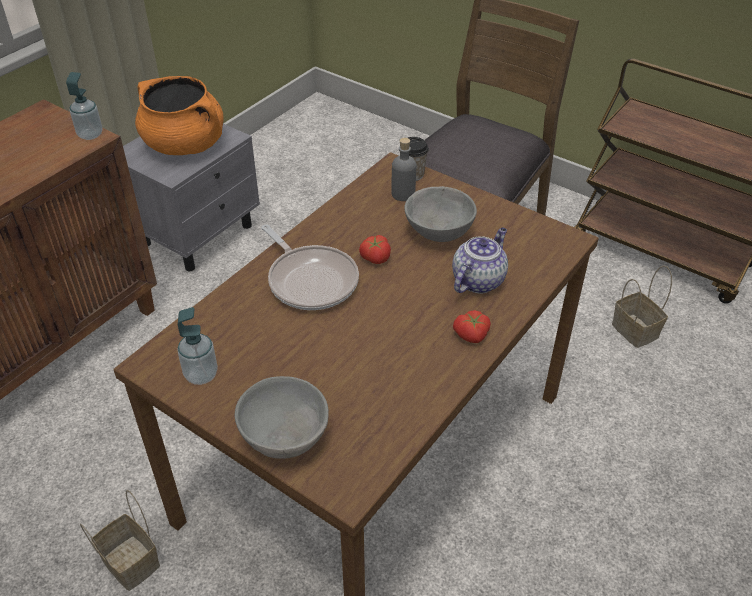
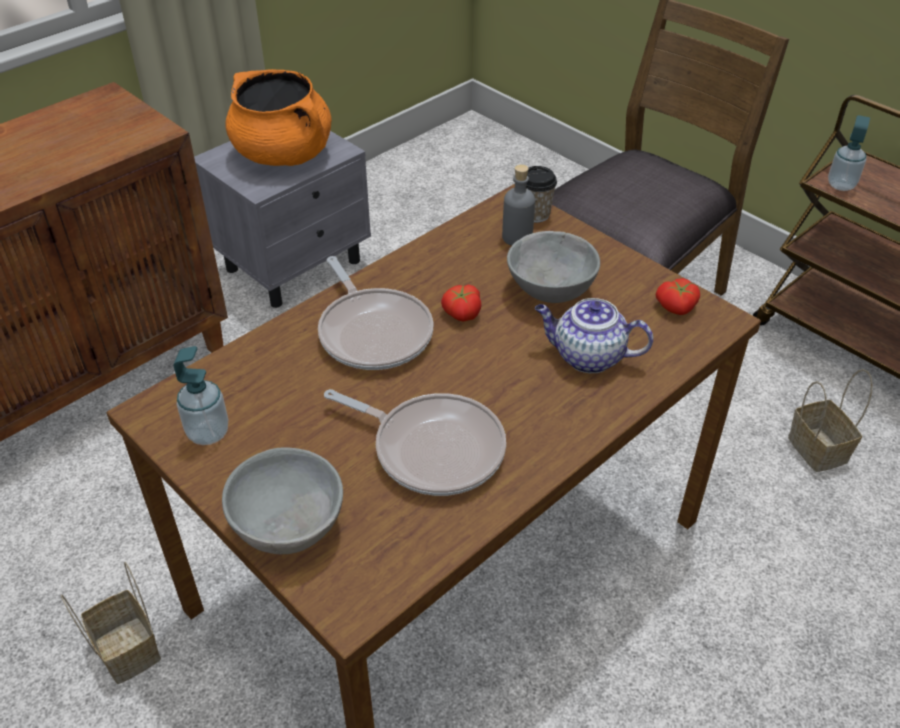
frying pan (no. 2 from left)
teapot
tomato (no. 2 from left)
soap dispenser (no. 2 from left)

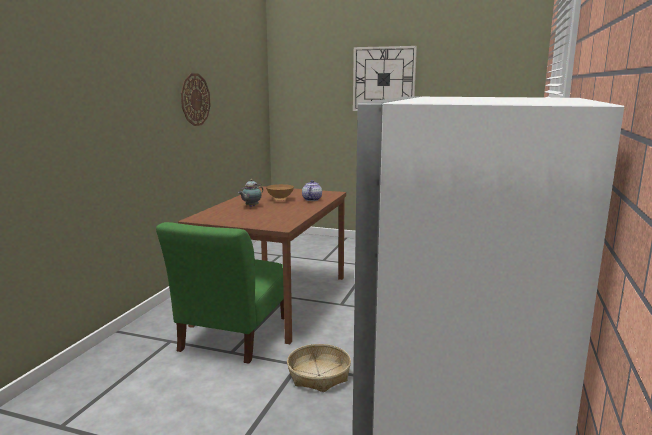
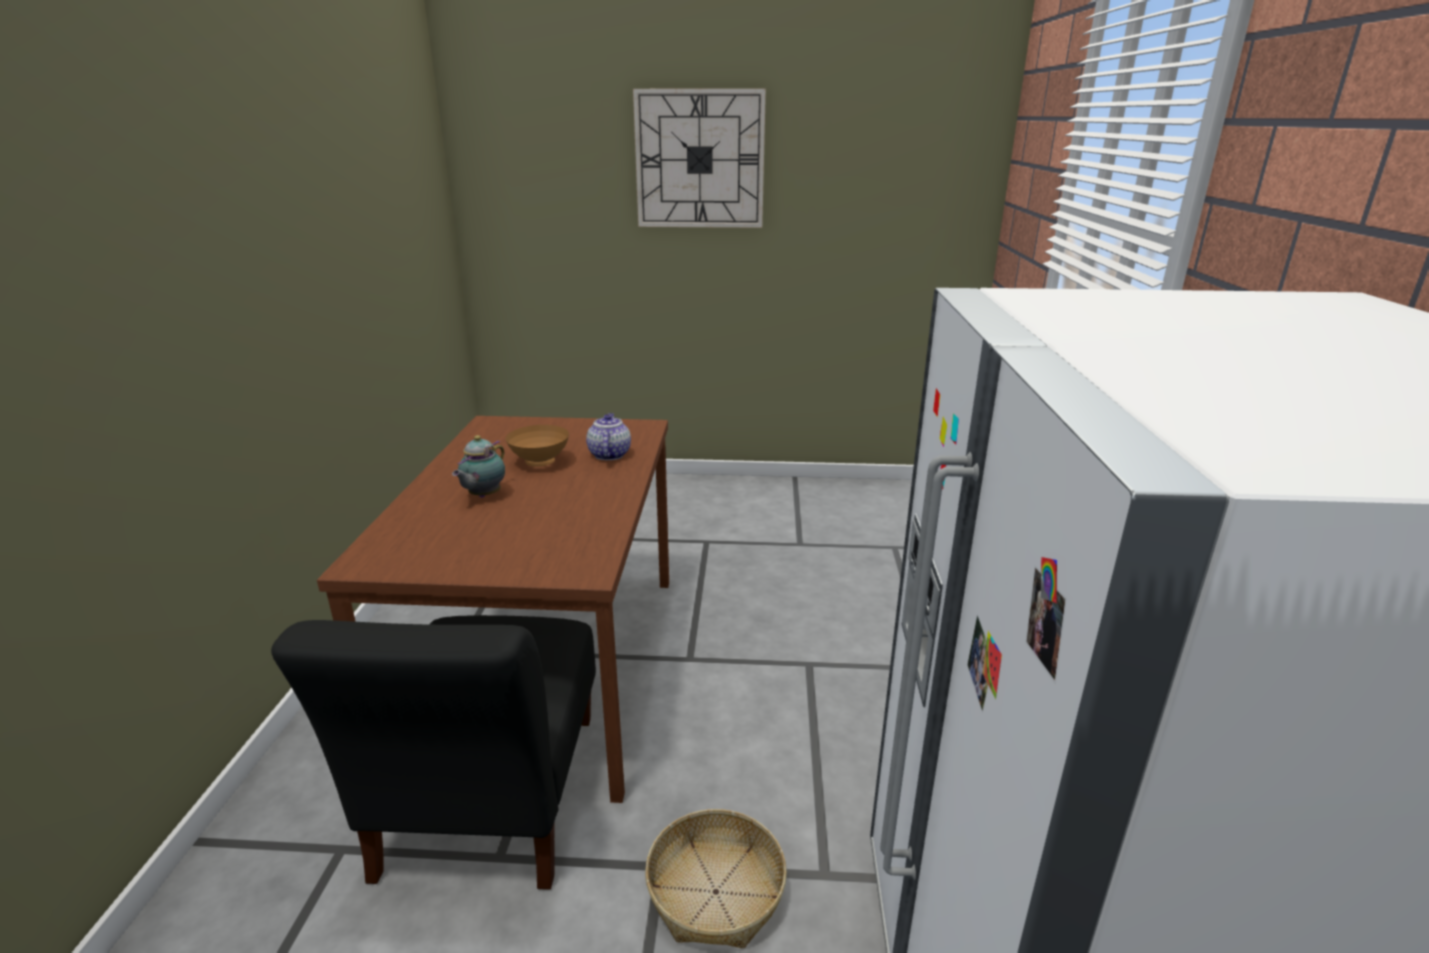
chair (black)
wall clock (no. 1 from left in the first image)

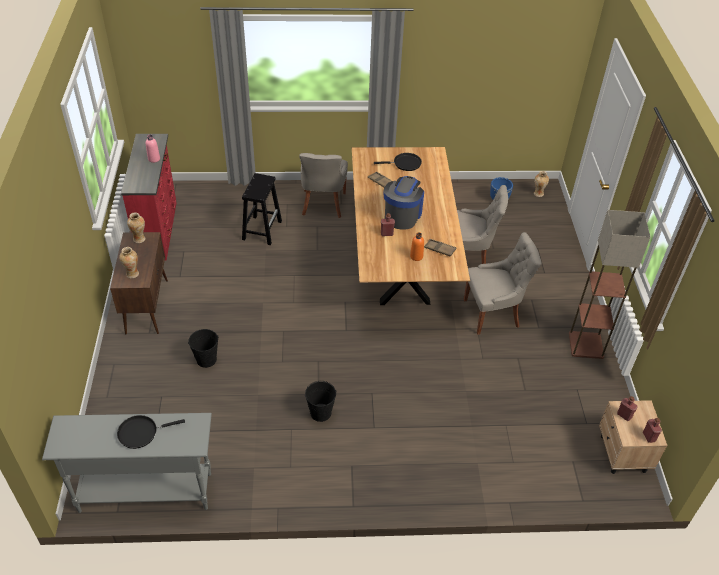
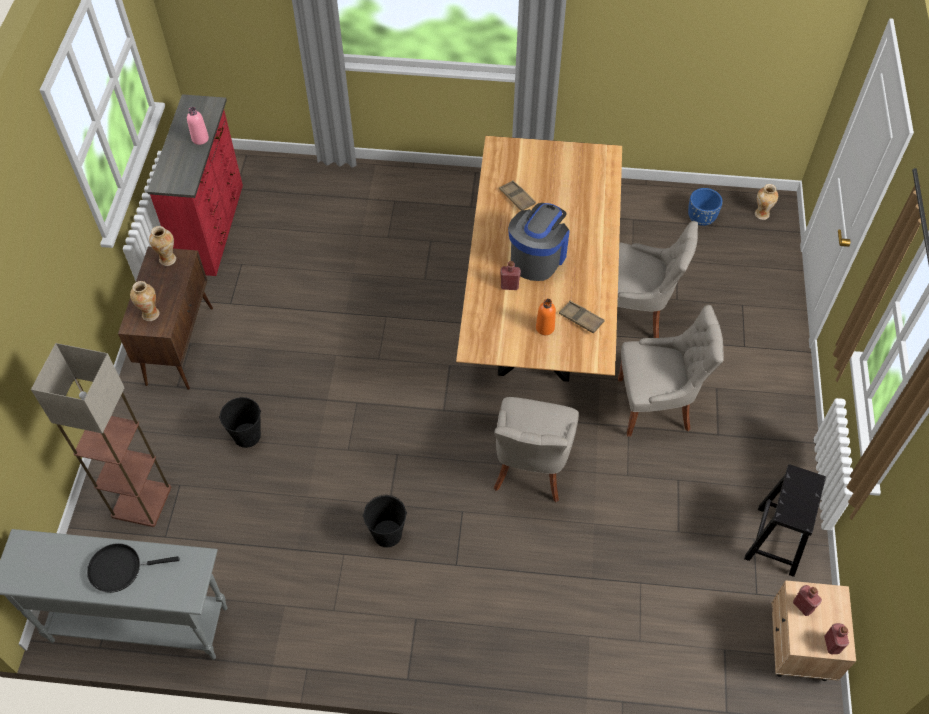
floor lamp
chair (grey) (no. 1 from left)
stool (black)
frying pan (black) (no. 2 from left in the first image)

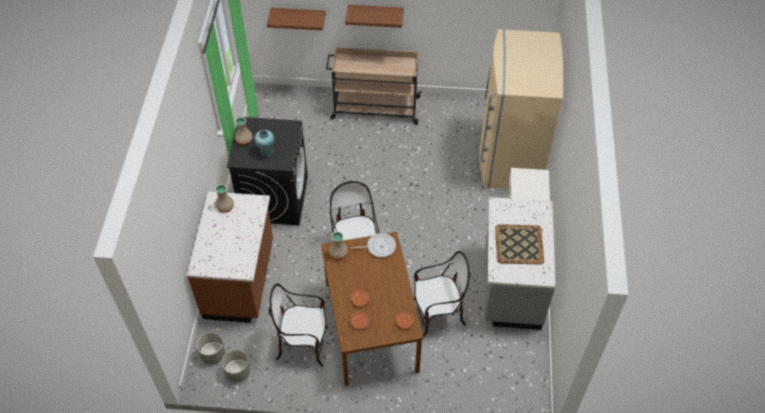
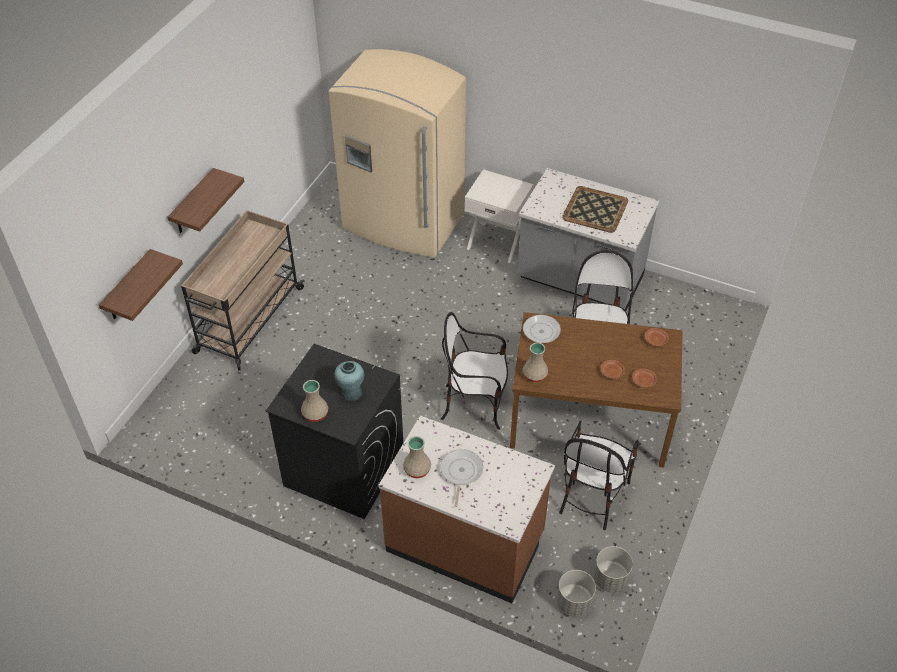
frying pan (no. 1 from left)

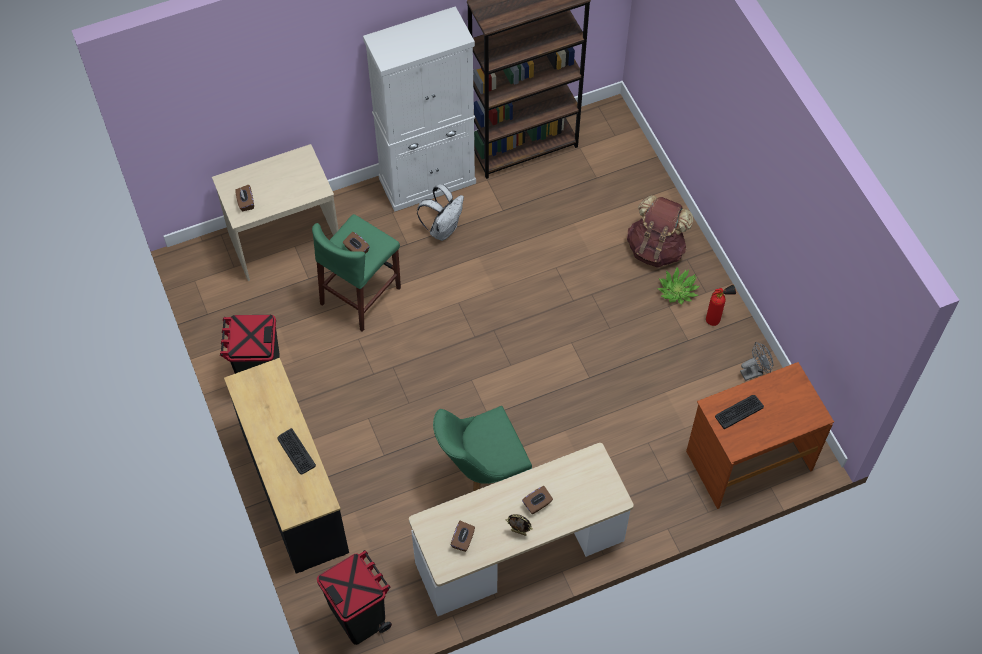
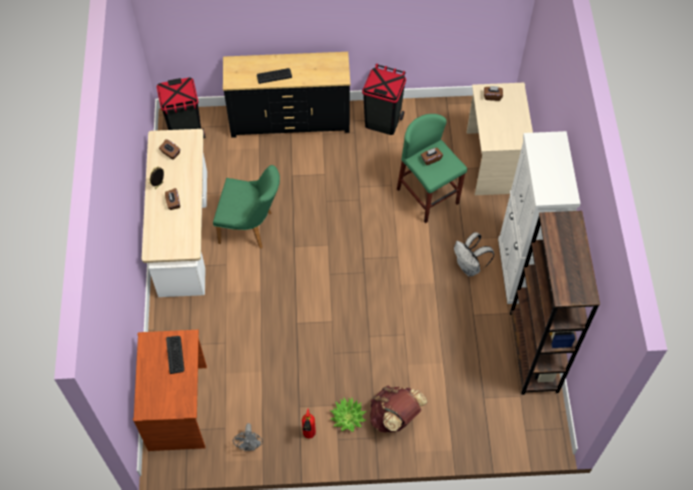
chair (green)

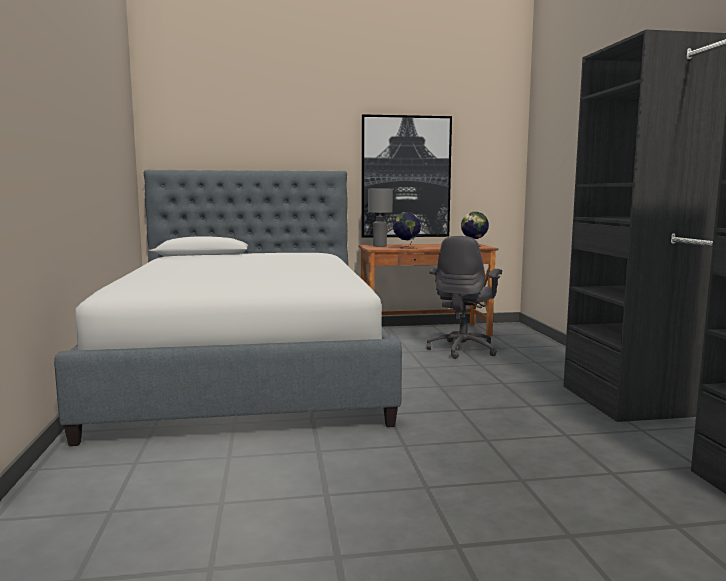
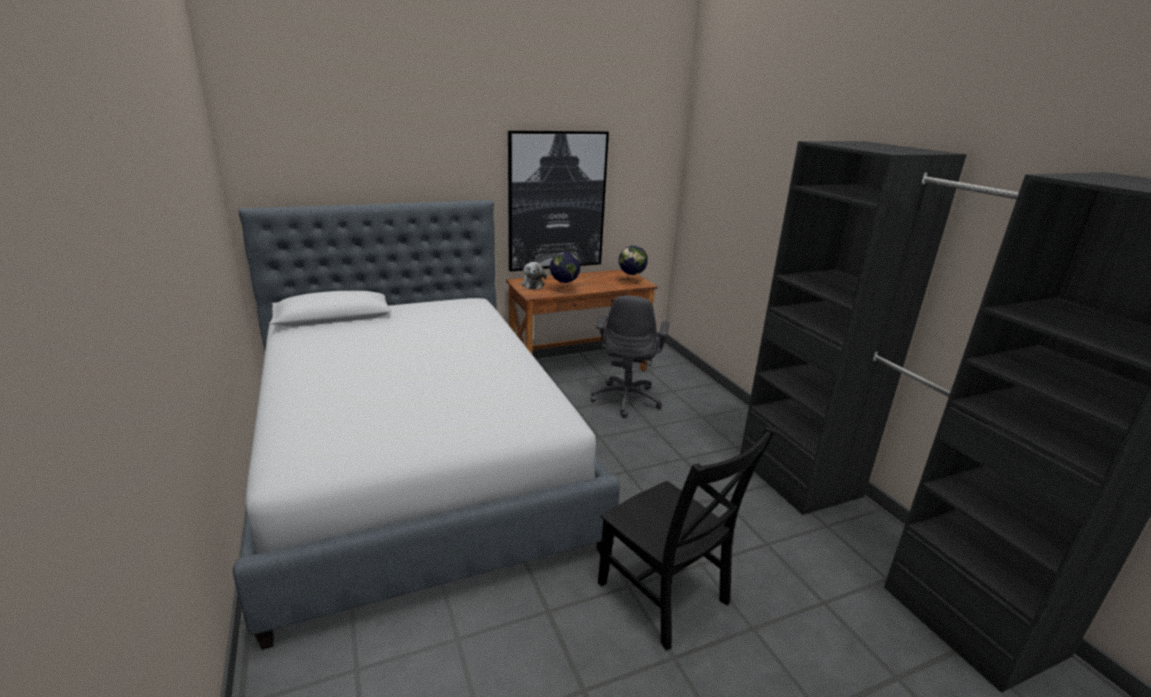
plush toy
chair (black)

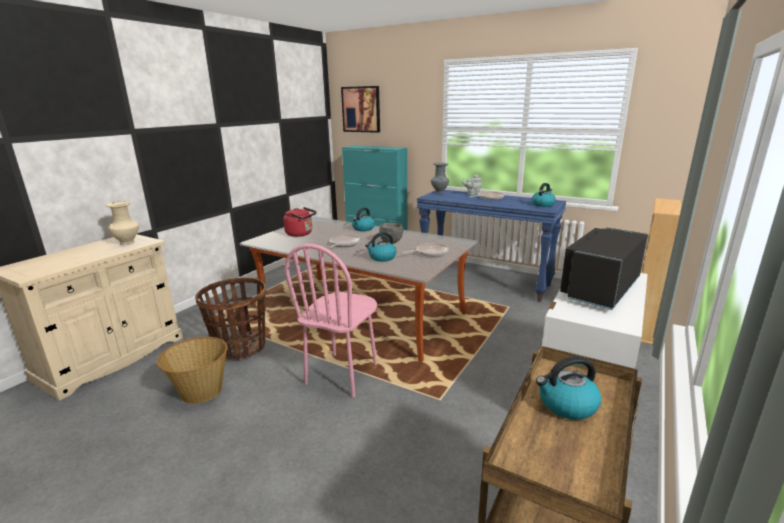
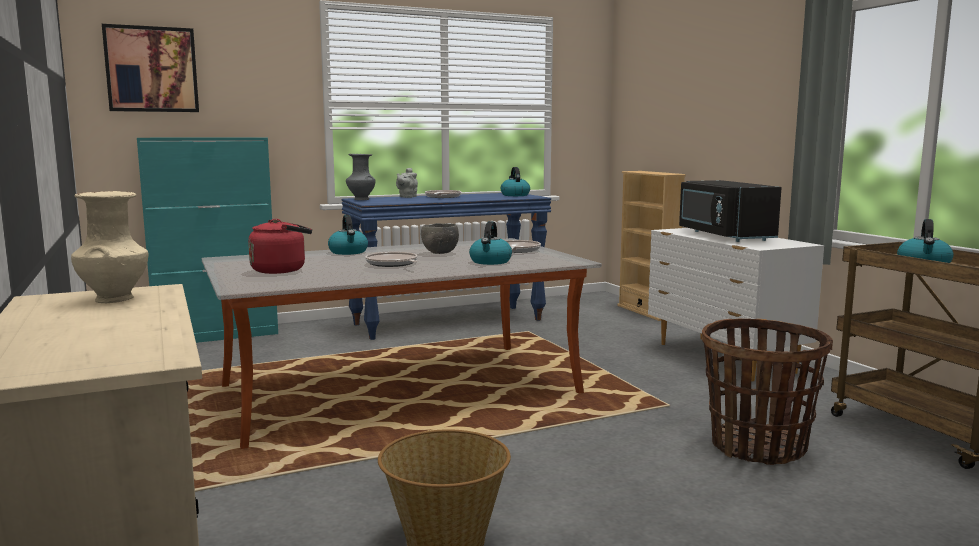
basket (no. 2 from left)
chair (pink)

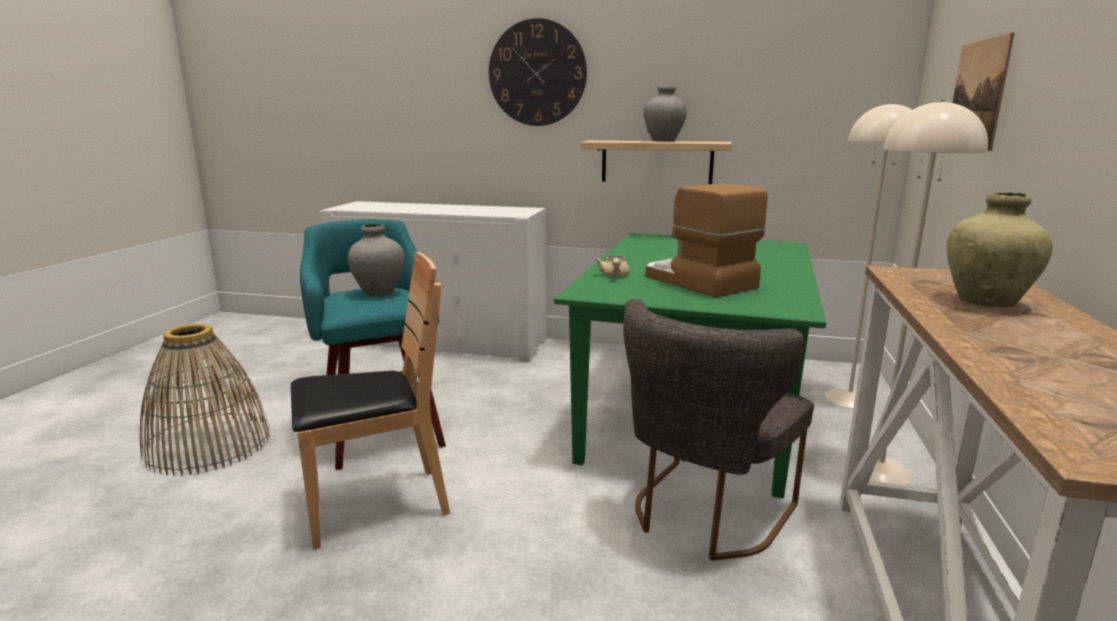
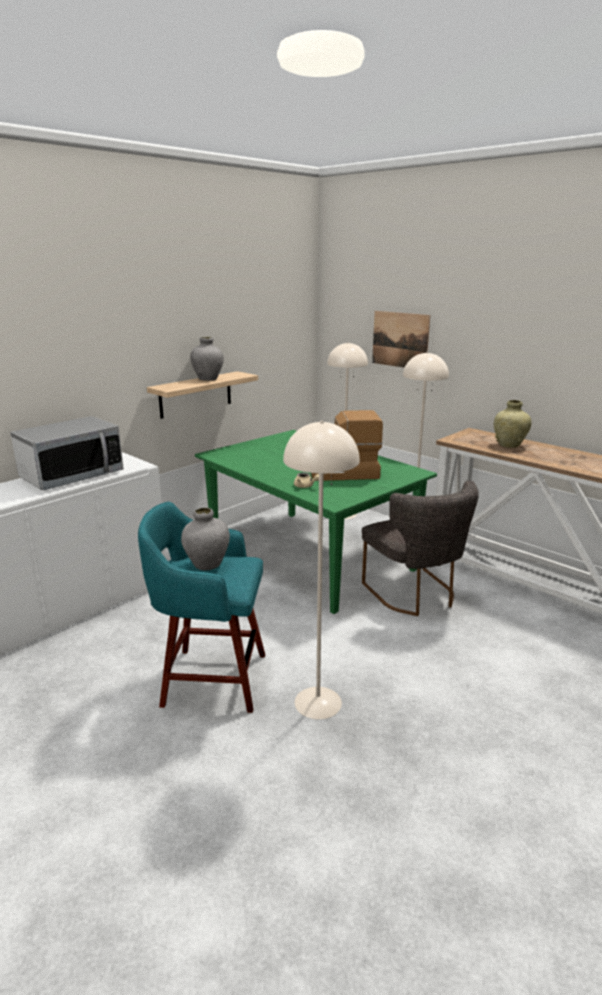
microwave
floor lamp (beige) (no. 1 from left)
basket
wall clock

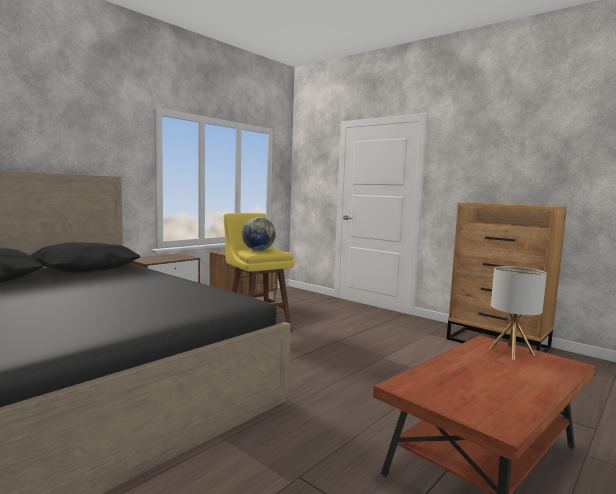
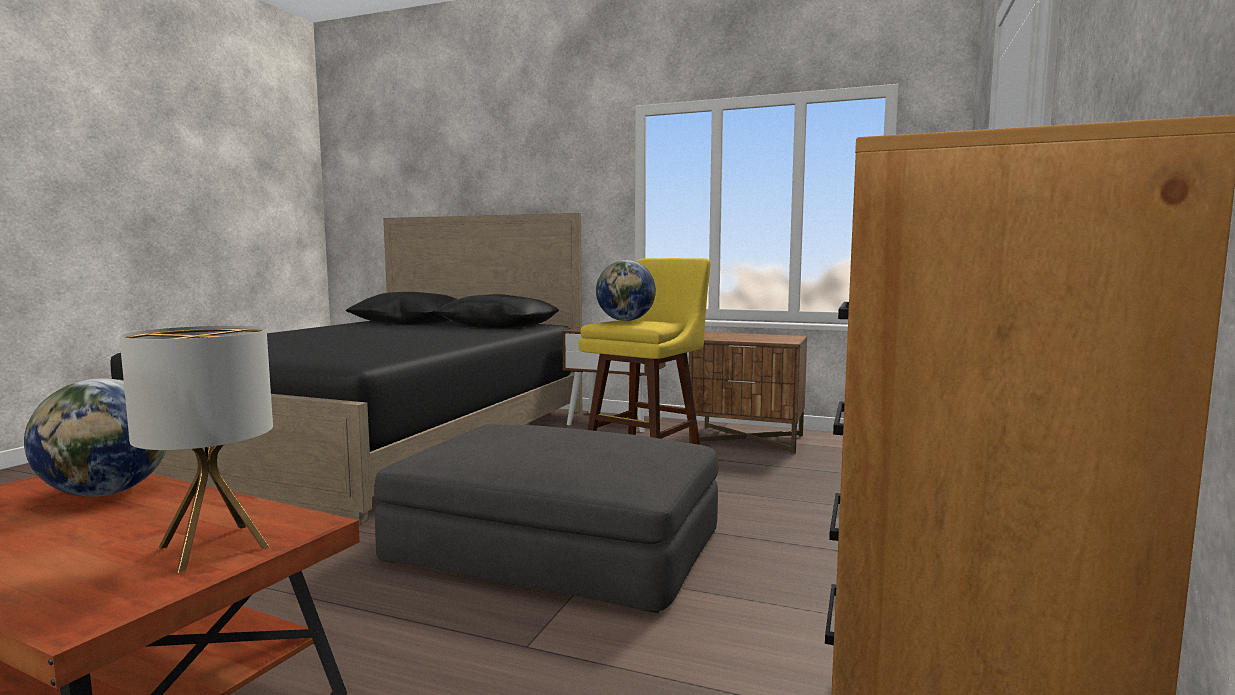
globe (no. 1 from left)
ottoman (grey)

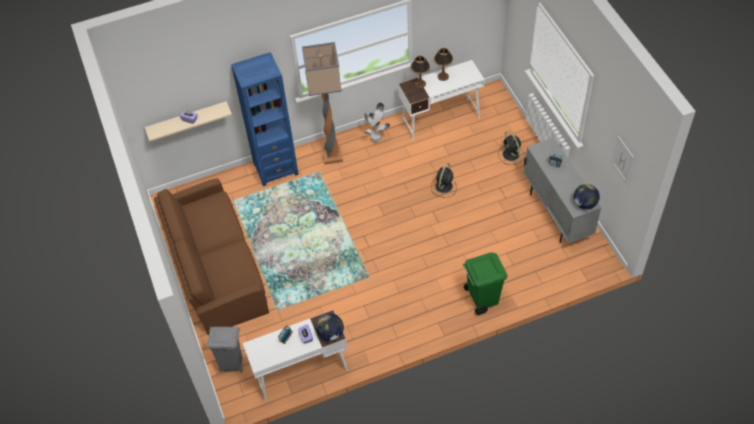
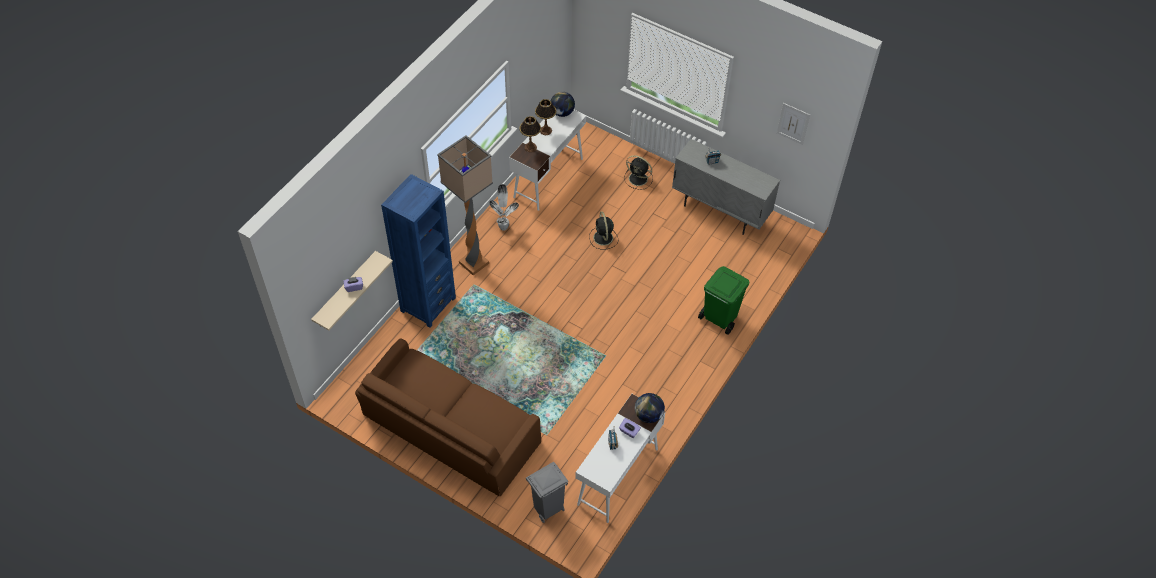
globe (no. 1 from left)

